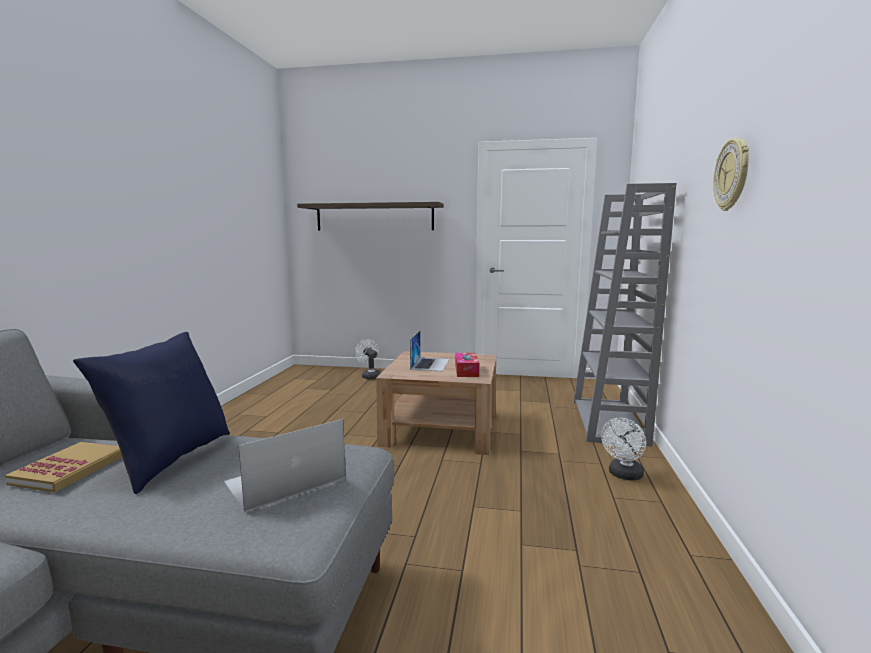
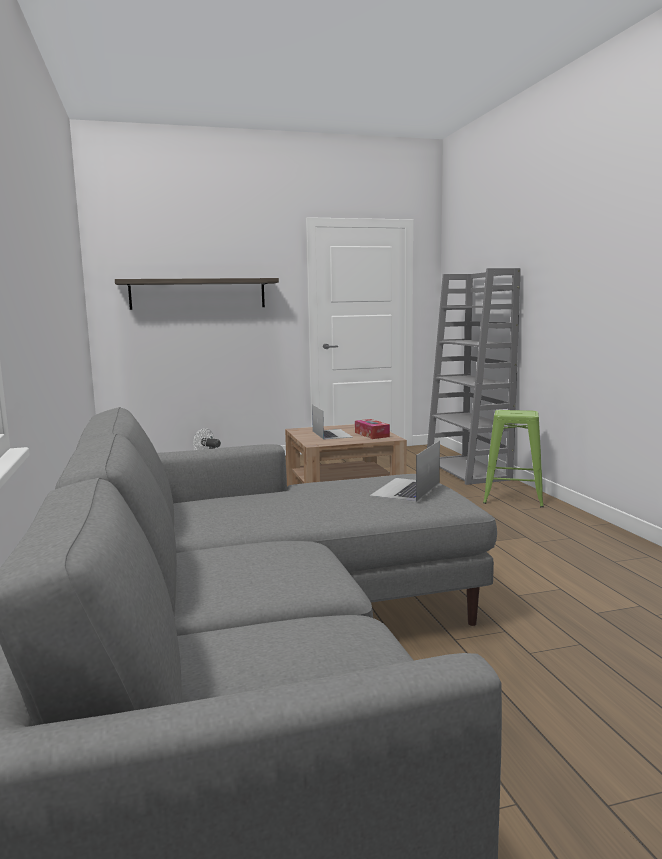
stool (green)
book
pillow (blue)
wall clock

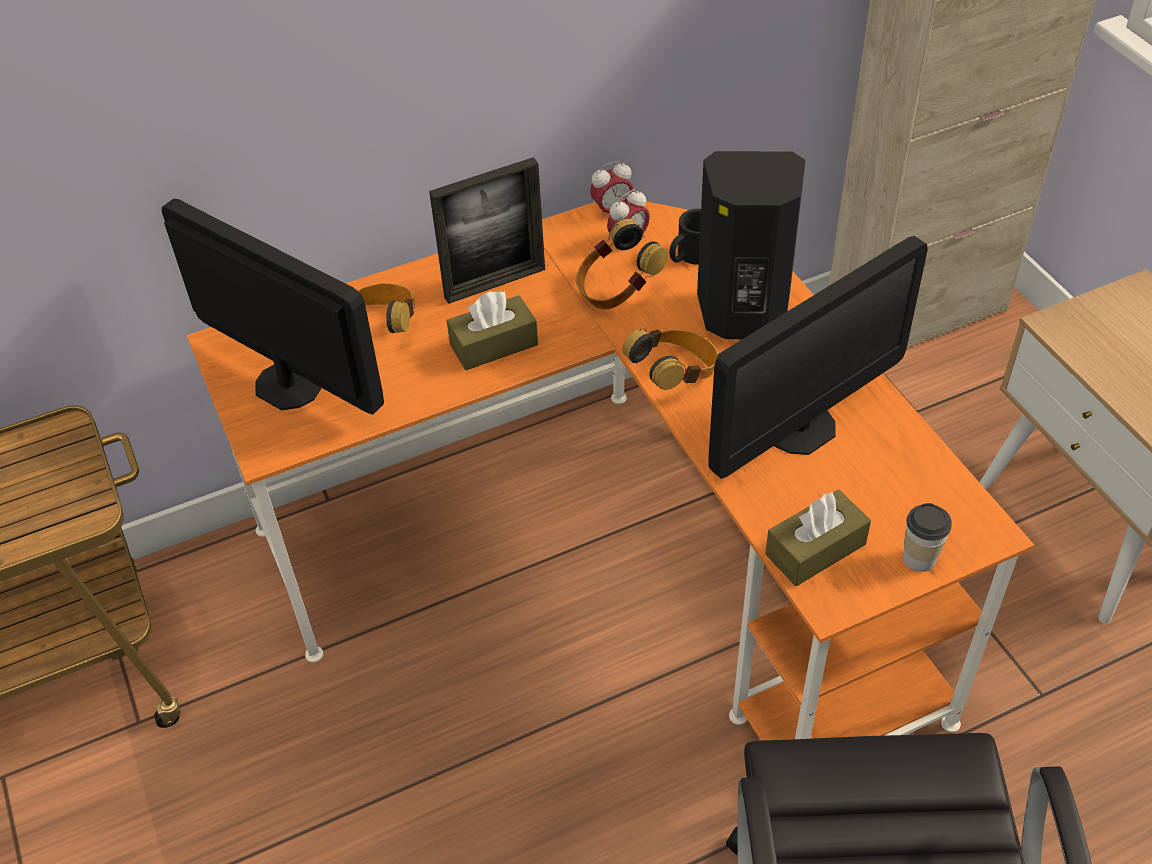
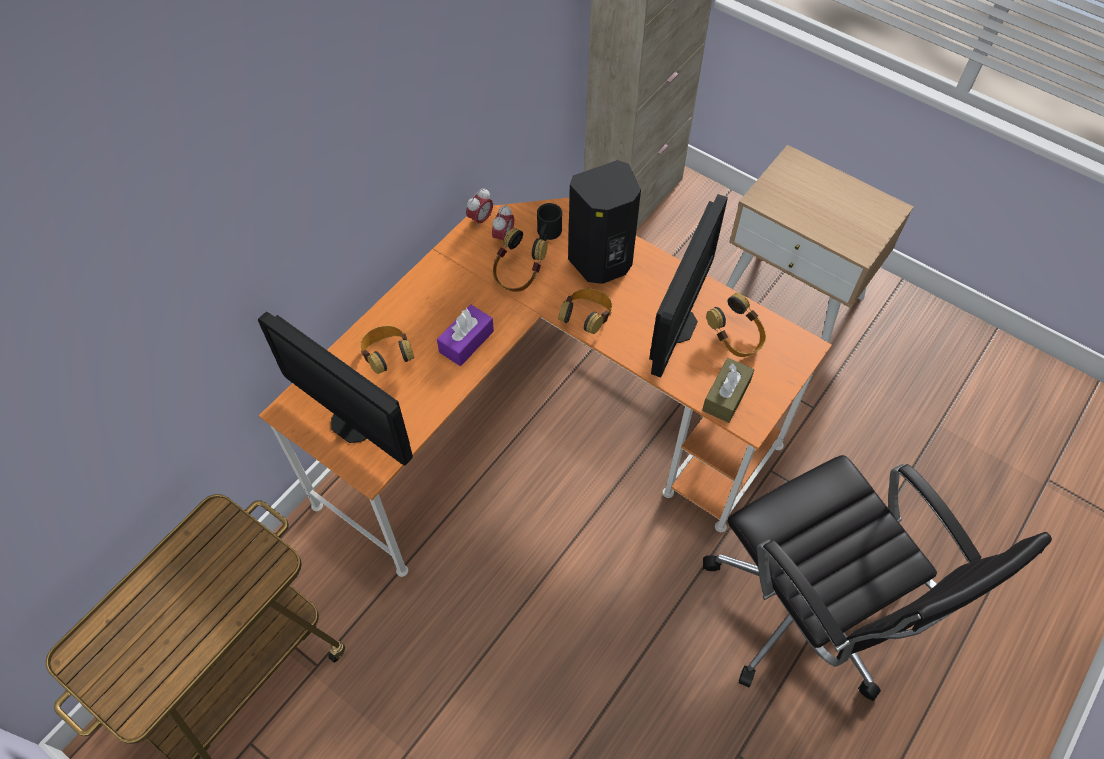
monitor (no. 1 from left)
tissue box (purple)
headphones (no. 4 from left)
picture frame
cup

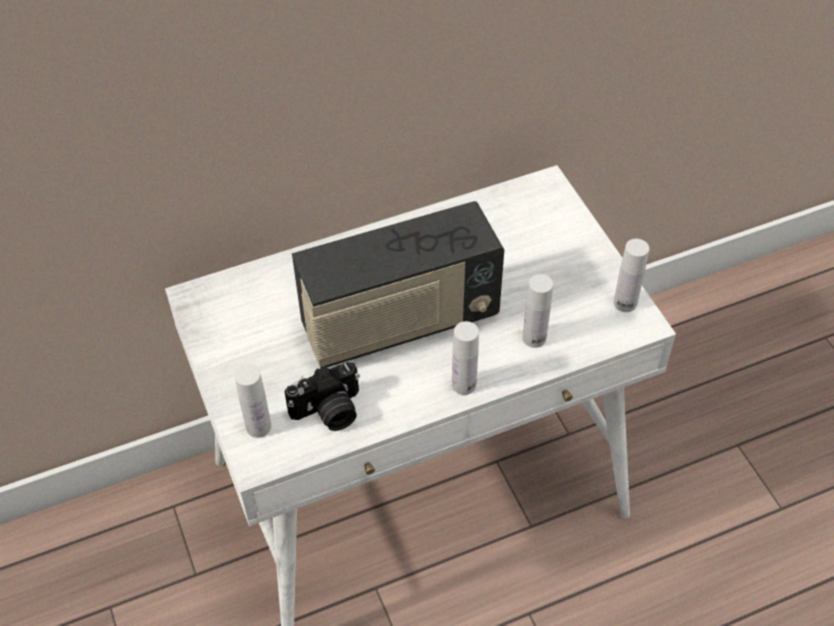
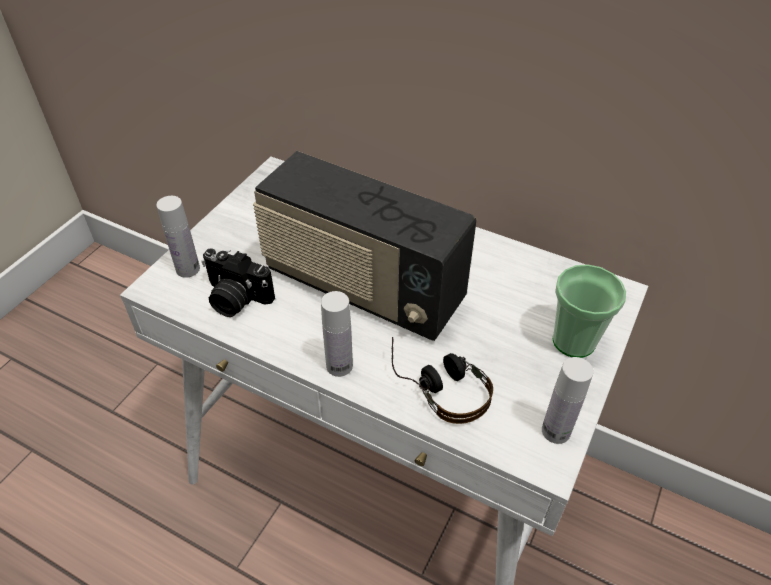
headphones
cup

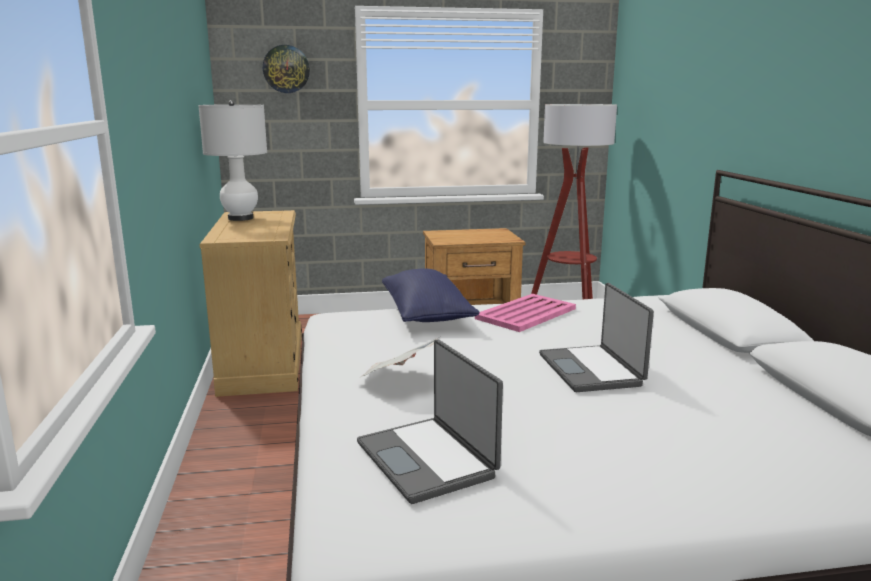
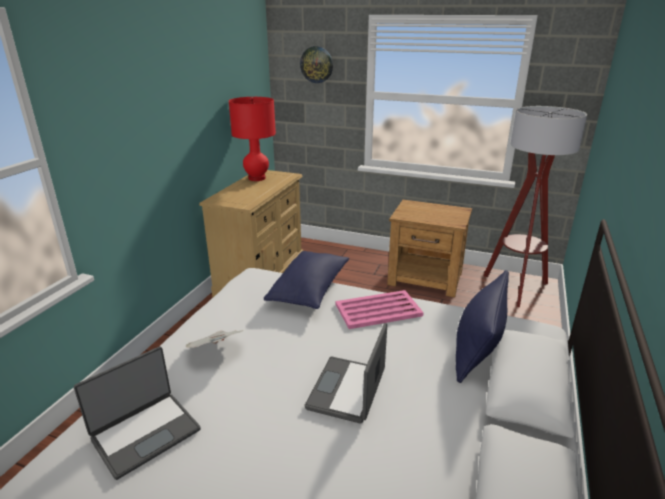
laptop (no. 1 from left)
table lamp (red)
pillow (blue) (no. 2 from left)

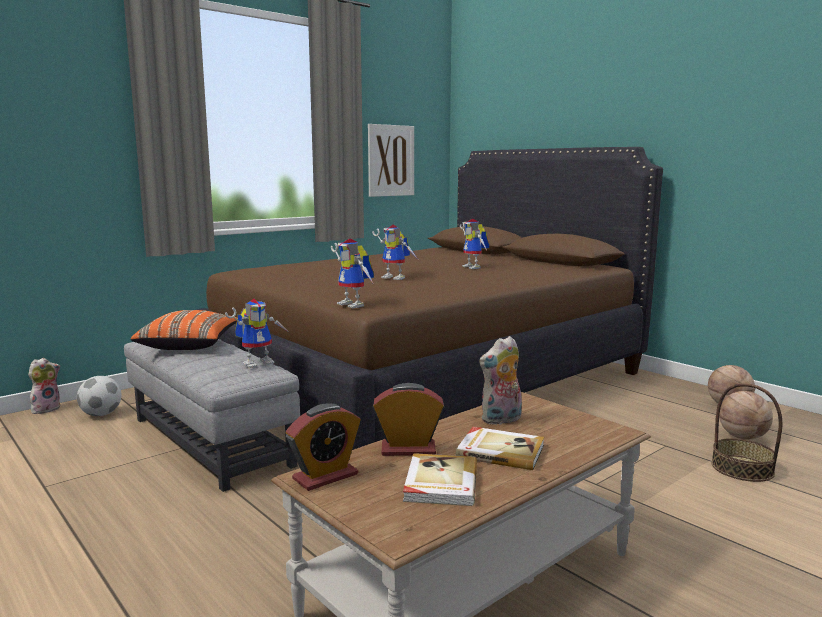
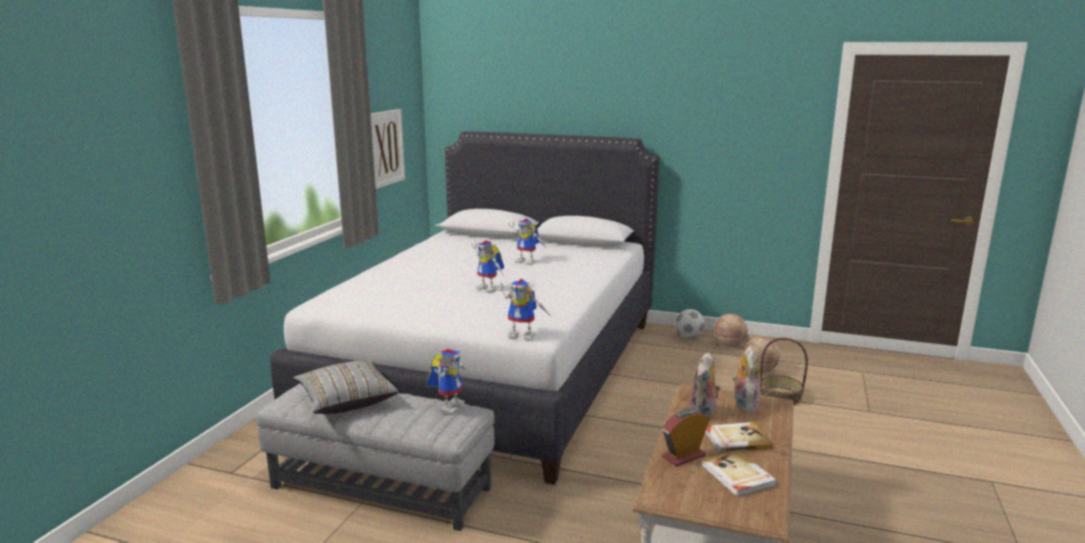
bed (white)
pillow (grey)
toy robot (no. 2 from left)
football
plush toy (no. 2 from left)
alarm clock (no. 1 from left in the first image)

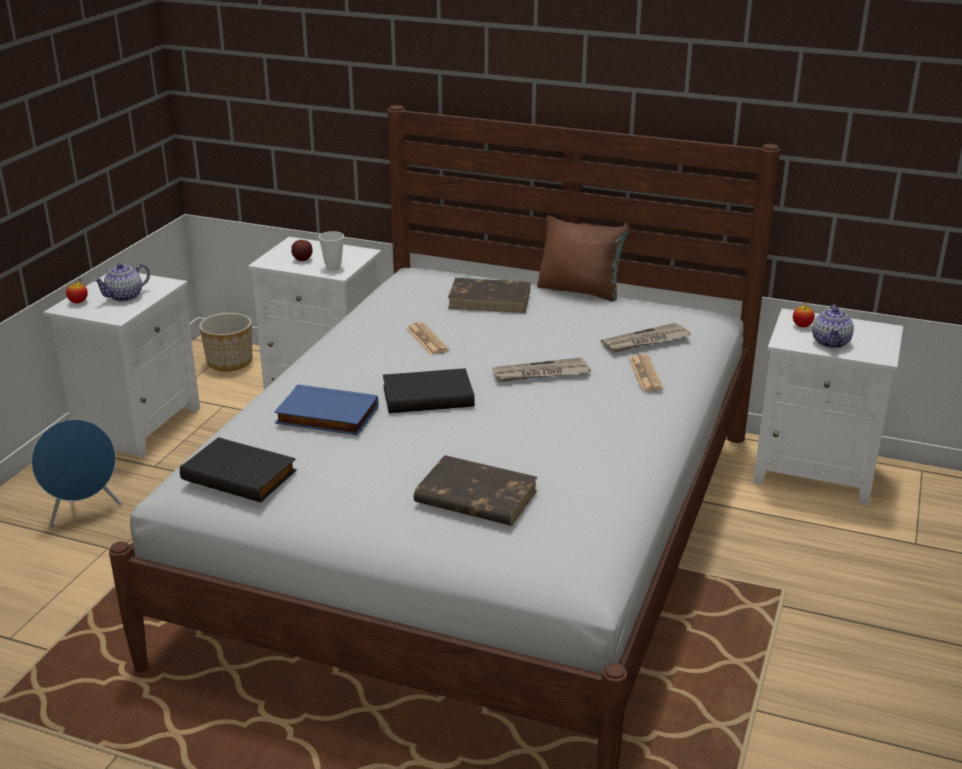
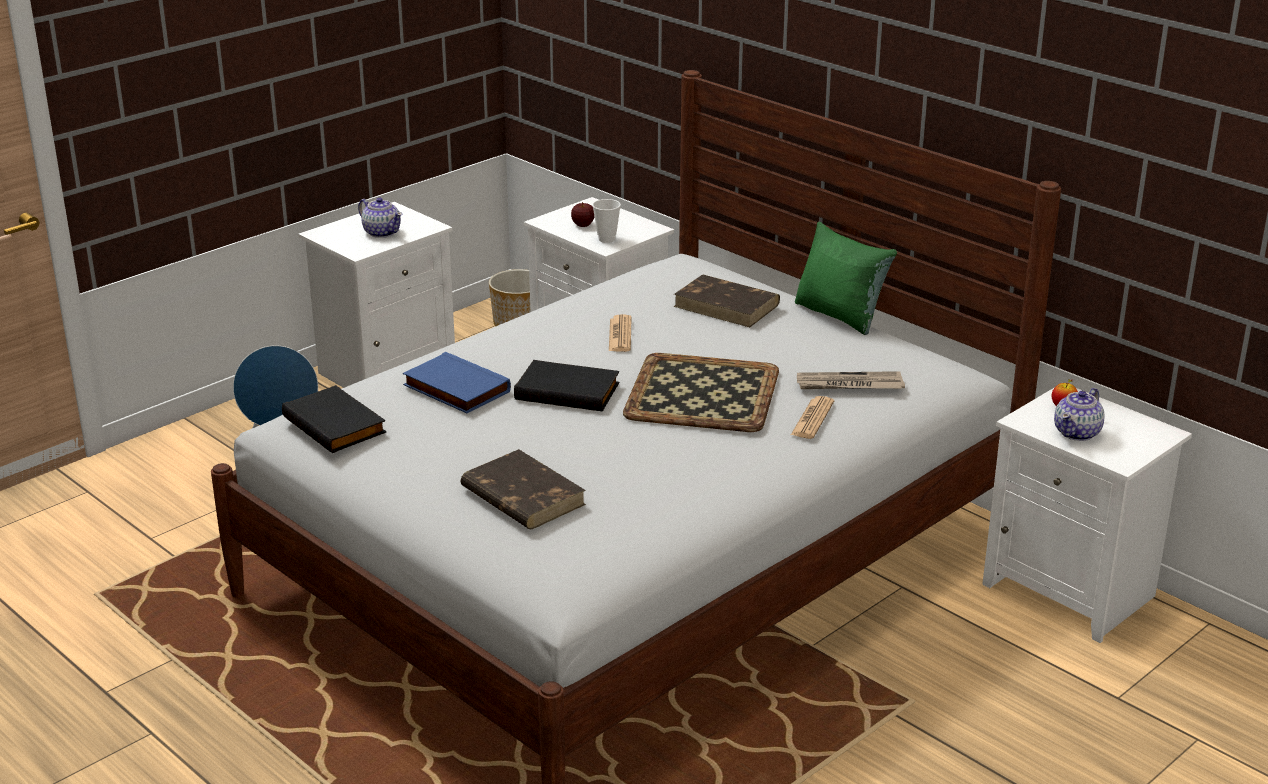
teapot (no. 1 from left)
tray
pillow (green)
apple (no. 1 from left in the first image)

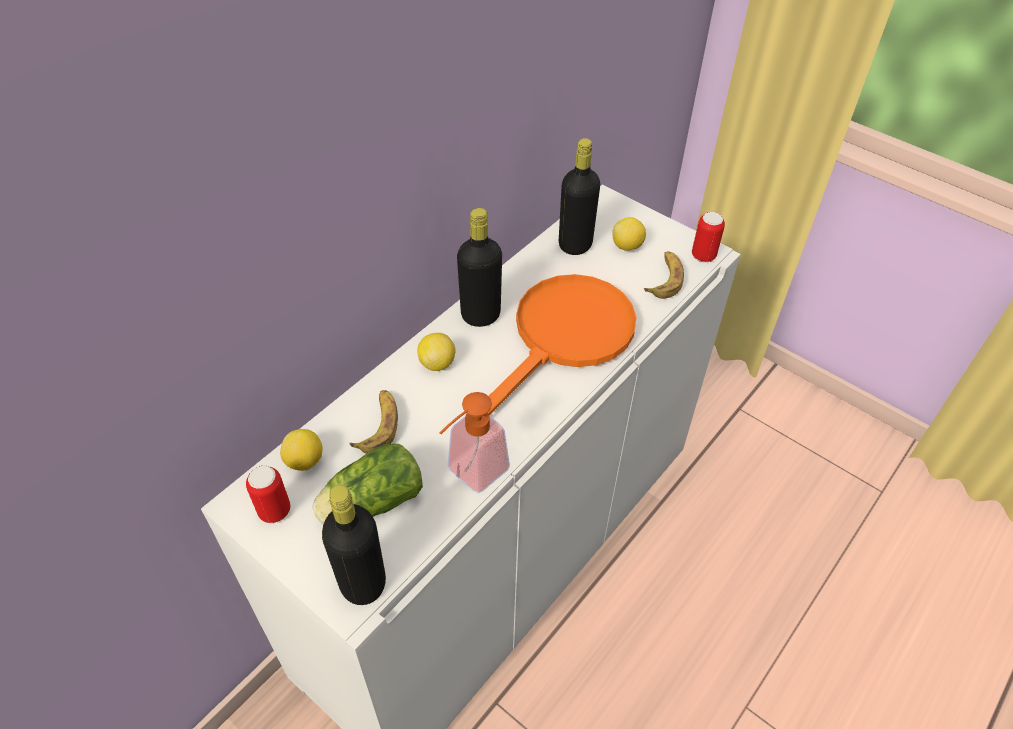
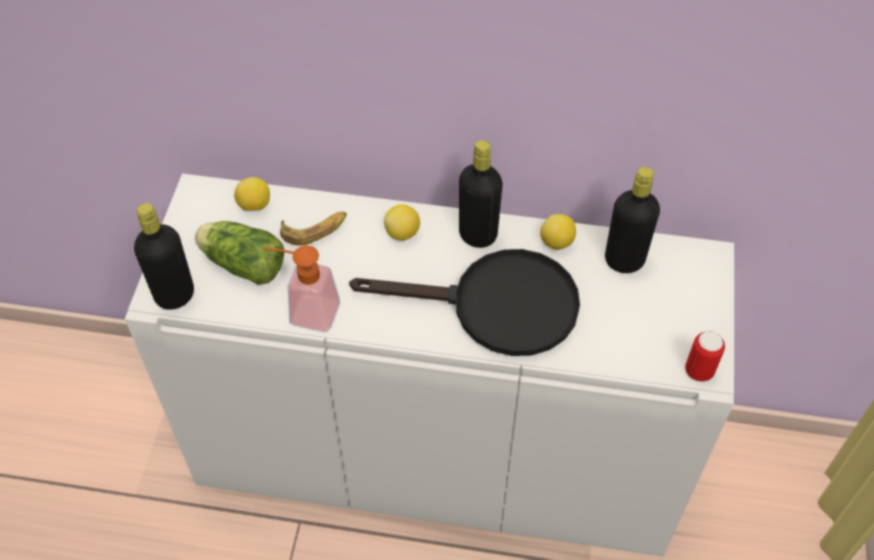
frying pan (black)
lemon (no. 3 from left)
can (no. 1 from left in the first image)
banana (no. 2 from left in the first image)

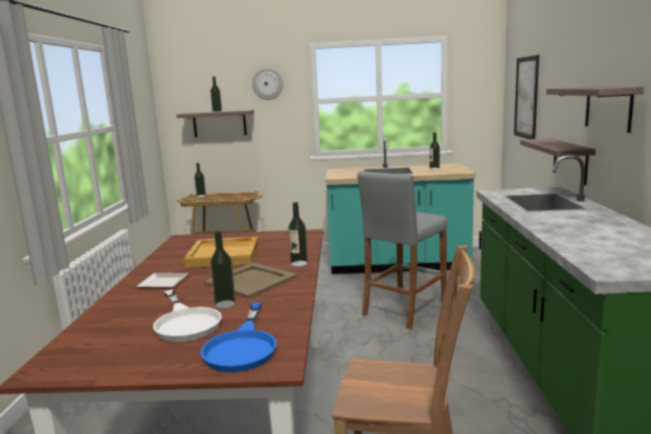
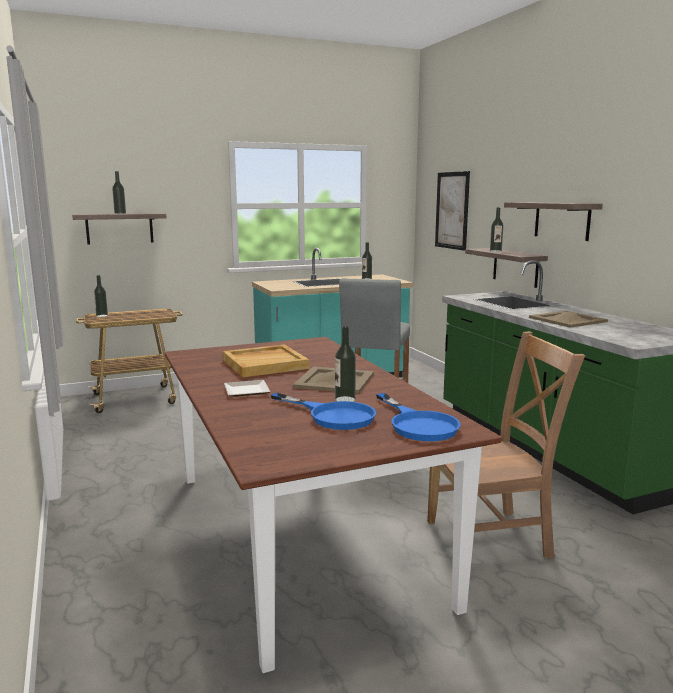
frying pan (blue) (no. 1 from left)
bottle (no. 5 from left)
tray (beige) (no. 3 from left)
wall clock

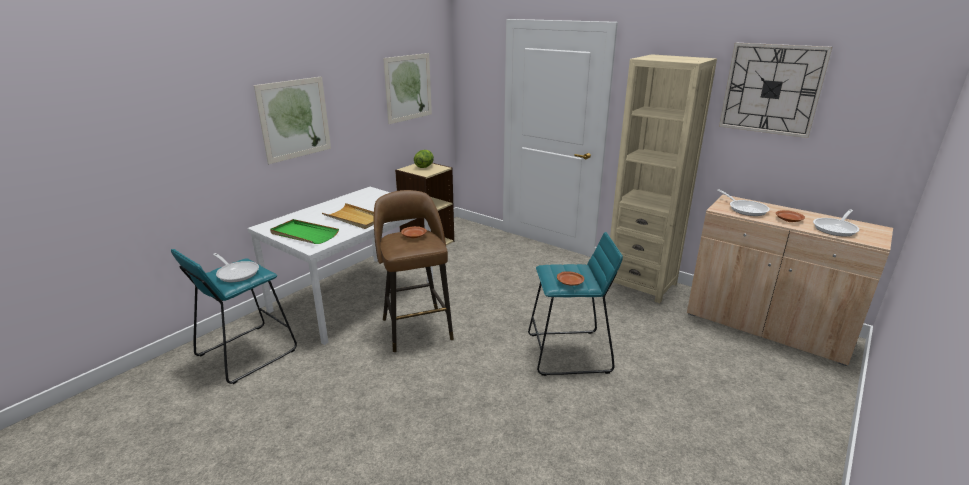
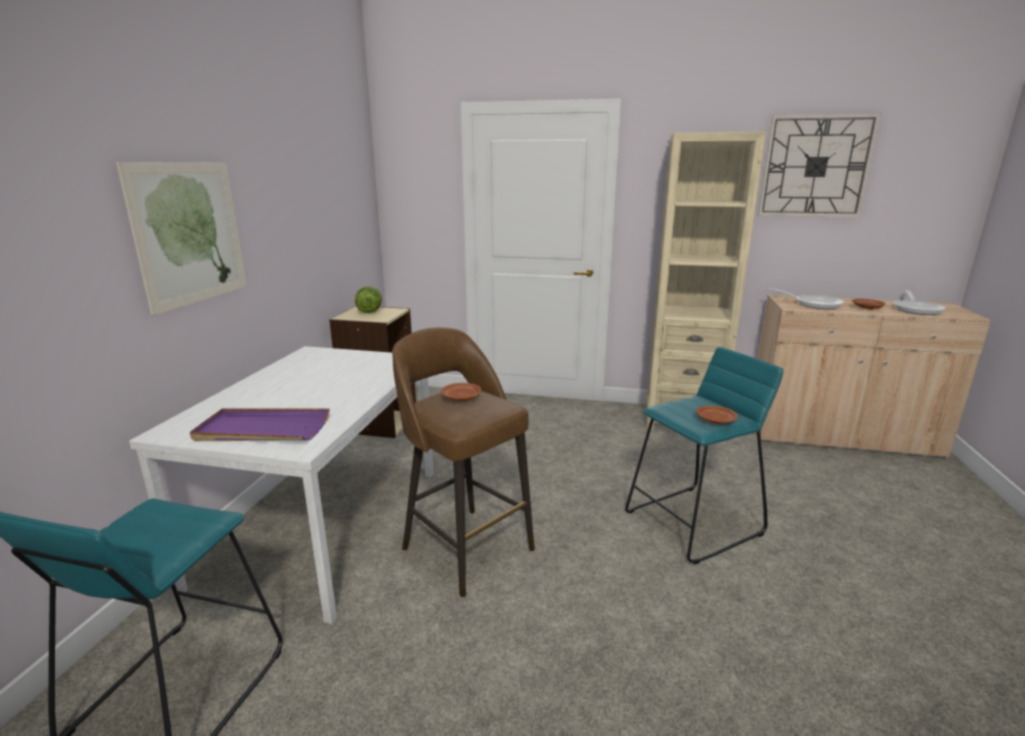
tray (purple)
frying pan (no. 1 from left in the first image)
tray (beige)
picture (no. 2 from left in the first image)

